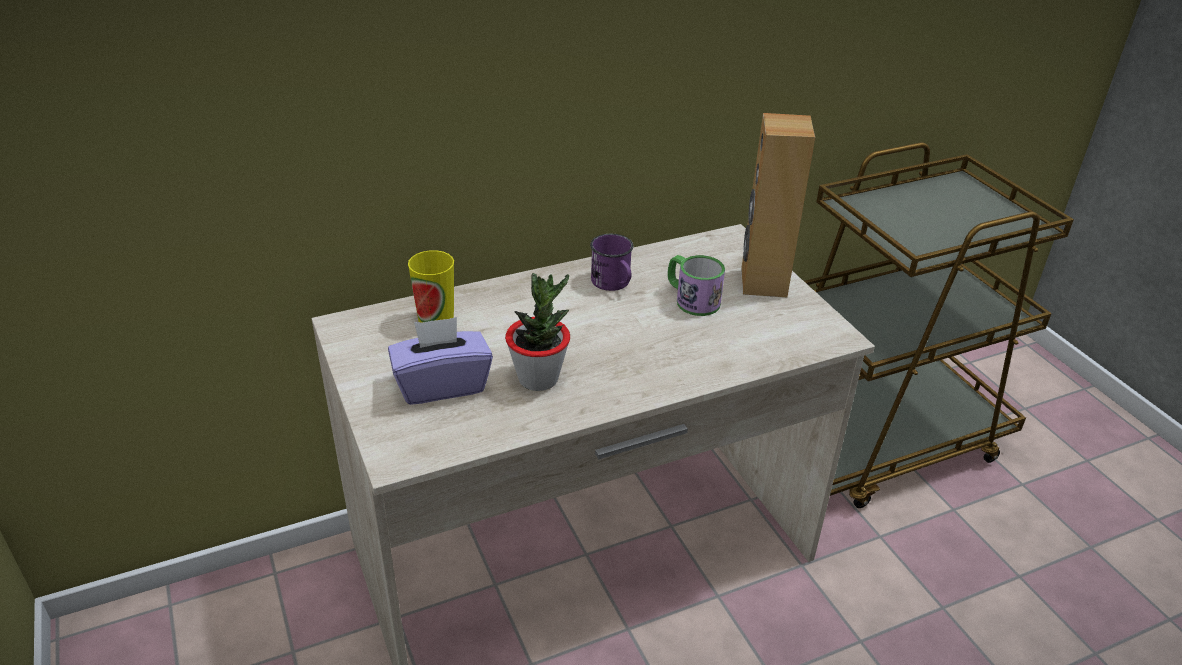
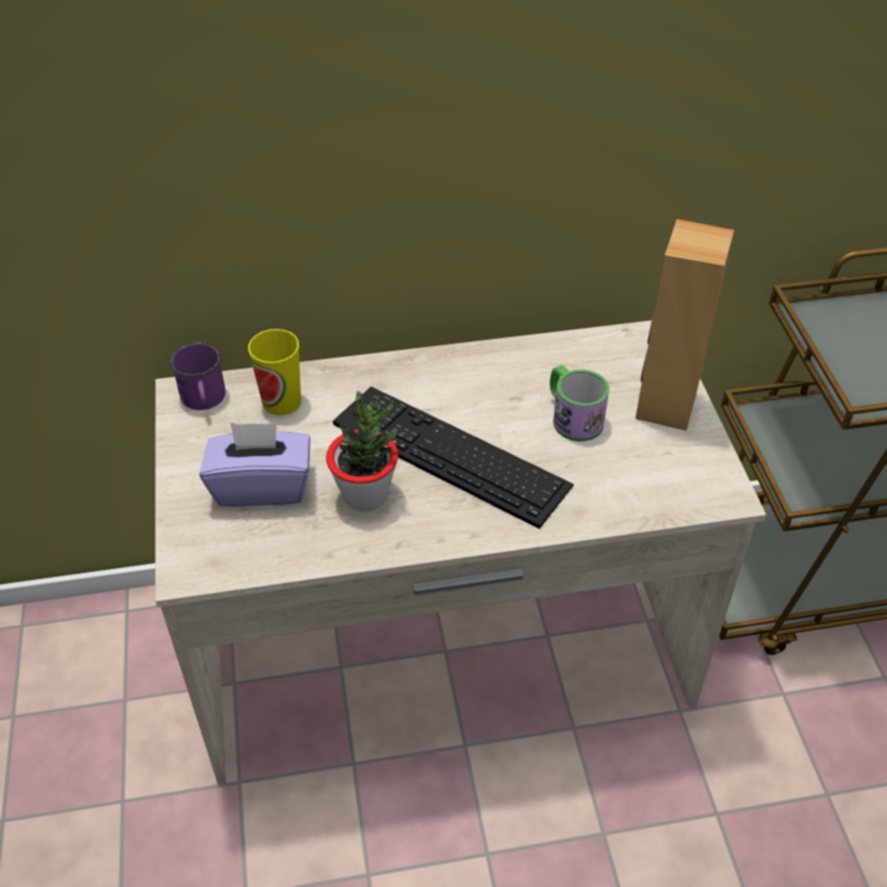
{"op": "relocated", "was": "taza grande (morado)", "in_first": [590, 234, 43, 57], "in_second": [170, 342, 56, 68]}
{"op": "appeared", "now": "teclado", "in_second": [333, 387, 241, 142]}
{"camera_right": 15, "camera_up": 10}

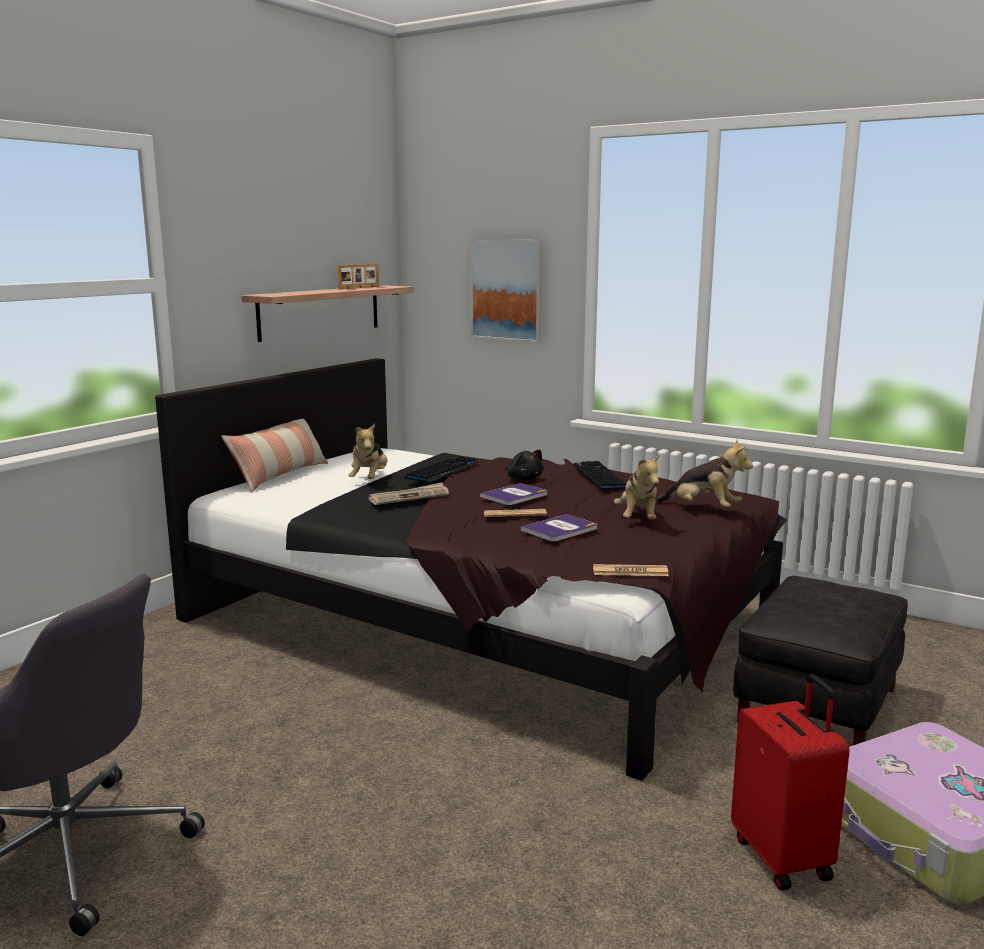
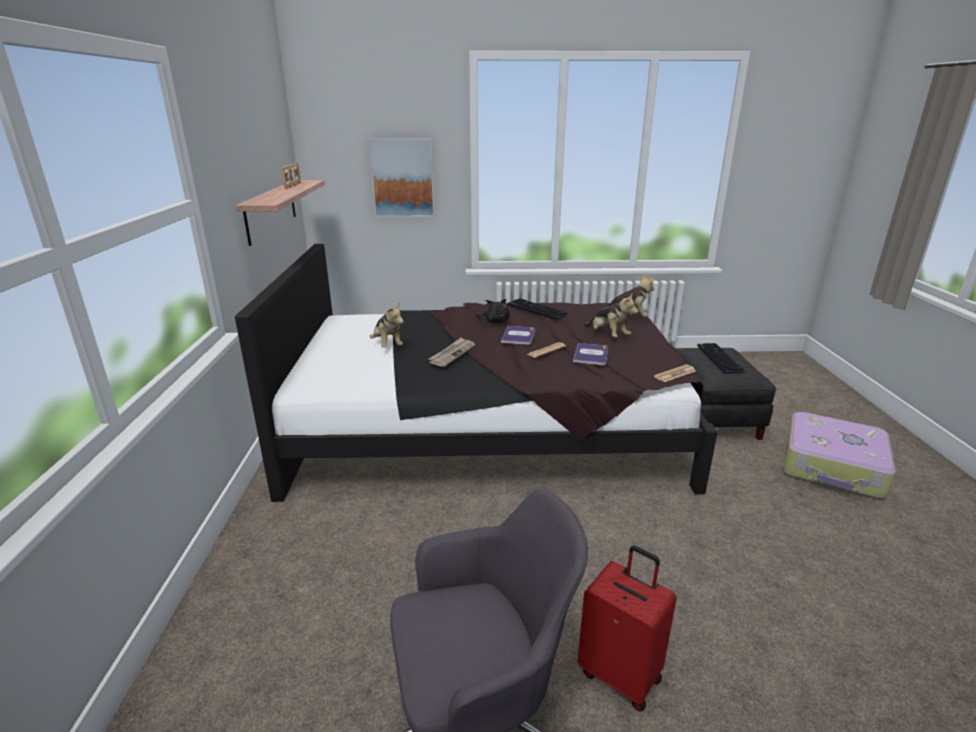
{"op": "missing", "was": "cojín", "in_first": [221, 419, 107, 74]}
{"op": "relocated", "was": "teclado", "in_first": [404, 456, 75, 26], "in_second": [697, 343, 50, 30]}
{"op": "relocated", "was": "maleta (rojo)", "in_first": [731, 674, 119, 216], "in_second": [578, 545, 99, 167]}
{"camera_right": -35, "camera_up": 10}

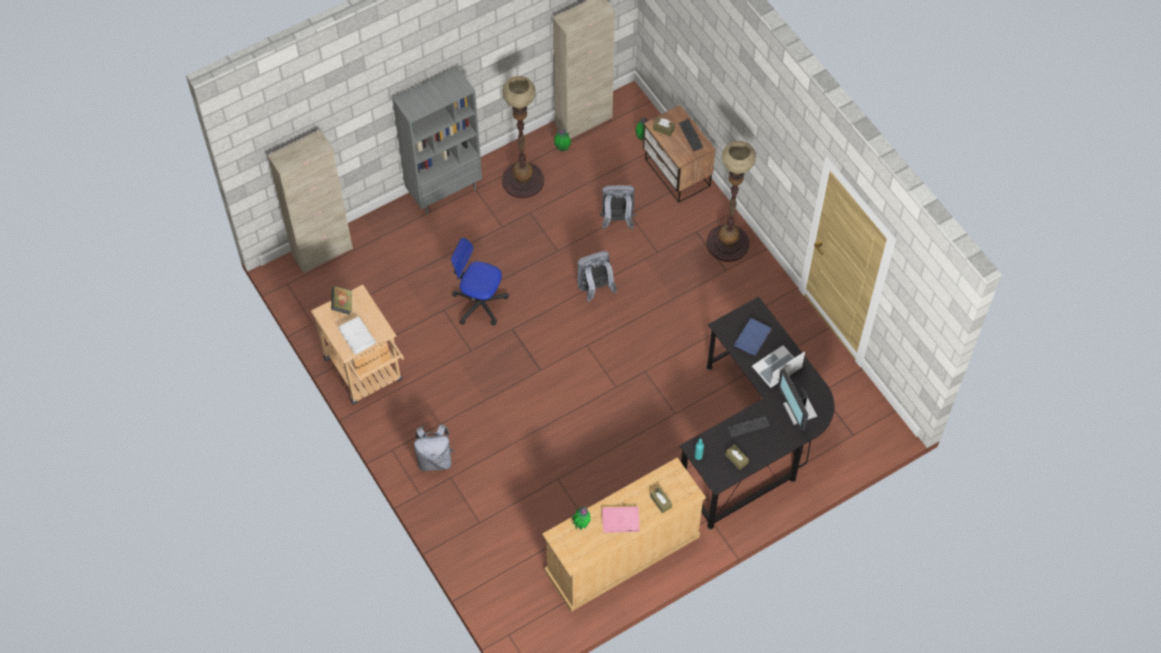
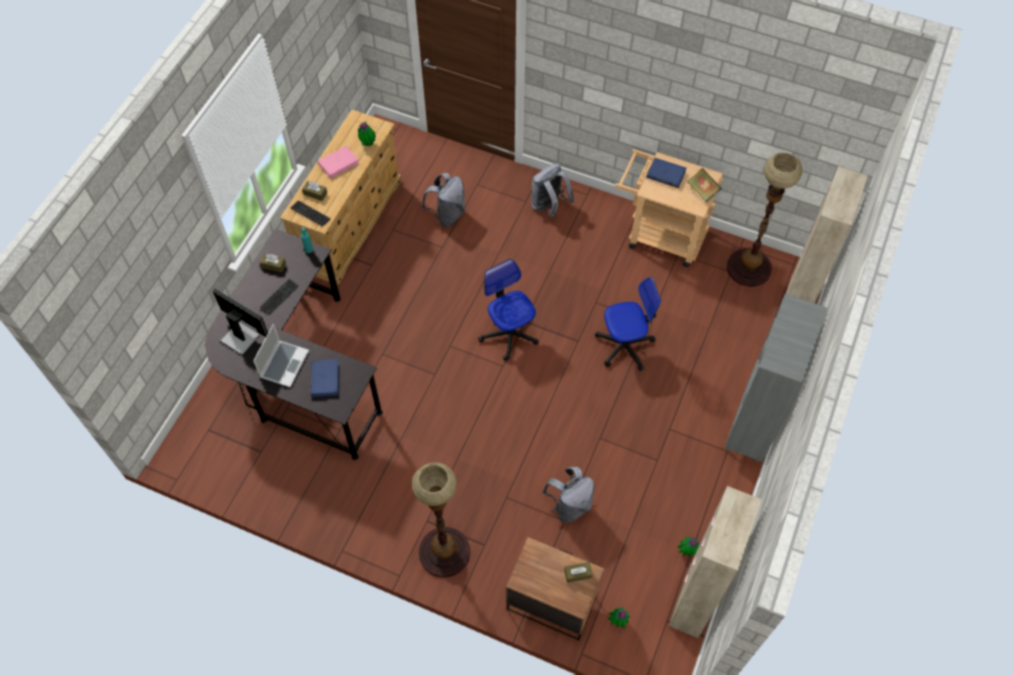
{"op": "colour", "was": "libro (blanco)", "now": "libro (azul)", "in_first": [339, 316, 37, 39], "in_second": [646, 158, 41, 30]}
{"op": "relocated", "was": "lámpara de pie", "in_first": [502, 76, 42, 122], "in_second": [727, 152, 76, 135]}
{"op": "relocated", "was": "mochila (gris)", "in_first": [577, 251, 41, 51], "in_second": [422, 173, 44, 54]}
{"op": "relocated", "was": "teclado", "in_first": [679, 119, 24, 33], "in_second": [291, 200, 40, 27]}
{"op": "appeared", "now": "silla de oficina", "in_second": [478, 259, 61, 102]}
{"camera_right": 145, "camera_up": 0}

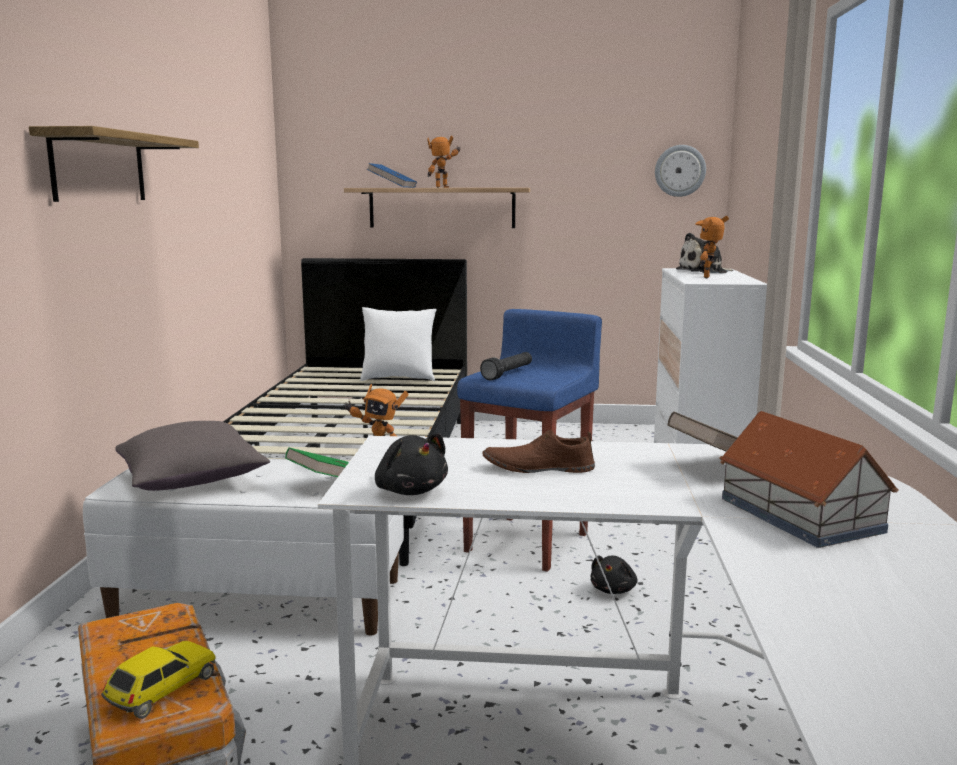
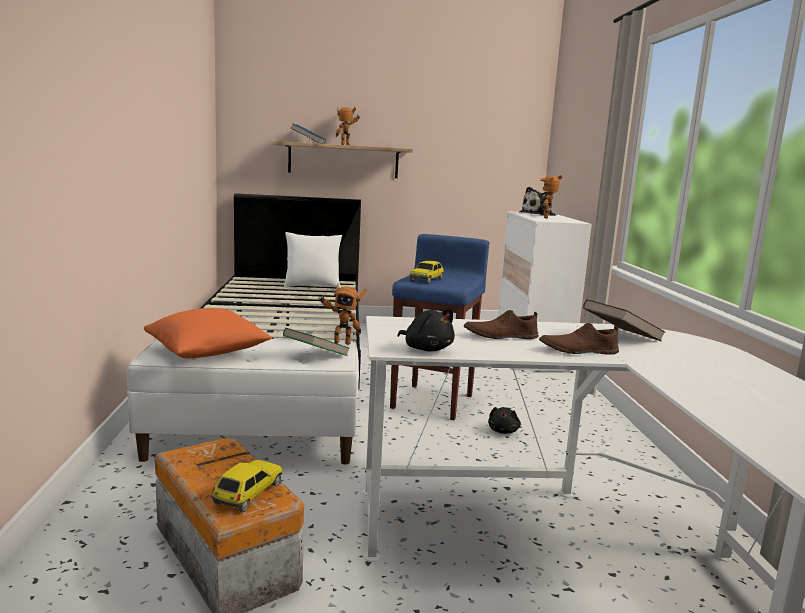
{"op": "missing", "was": "estante", "in_first": [29, 126, 170, 76]}
{"op": "colour", "was": "cojín (gris)", "now": "cojín (naranja)", "in_first": [115, 421, 155, 70], "in_second": [144, 308, 128, 50]}
{"op": "exchanged", "was": "linterna (negro)", "now": "coche de juguete", "in_first": [480, 352, 52, 28], "in_second": [410, 261, 34, 23]}
{"op": "missing", "was": "reloj de pared", "in_first": [655, 145, 51, 52]}
{"op": "missing", "was": "casita", "in_first": [720, 411, 178, 137]}
{"op": "appeared", "now": "zapato (marrón)", "in_second": [539, 323, 80, 32]}
{"camera_right": -10, "camera_up": 0}

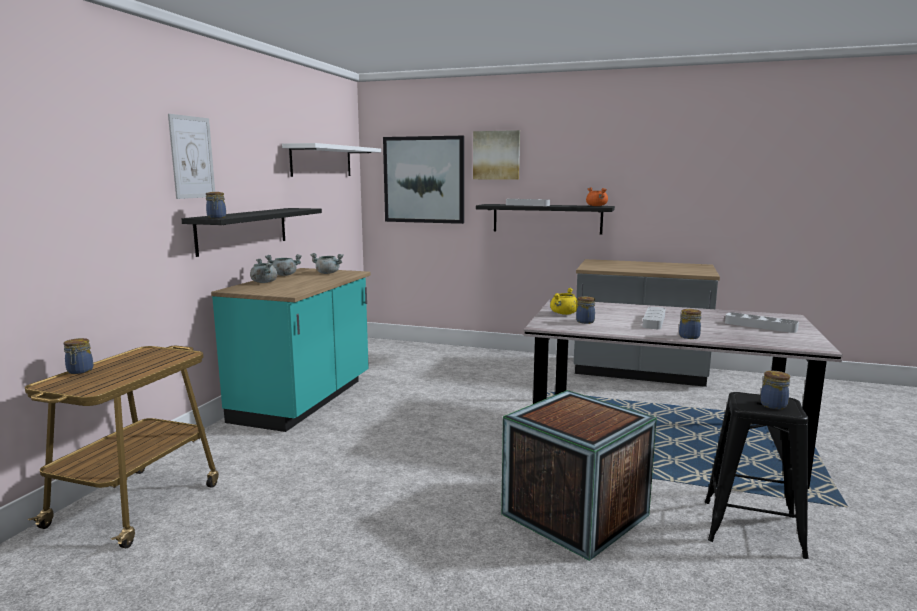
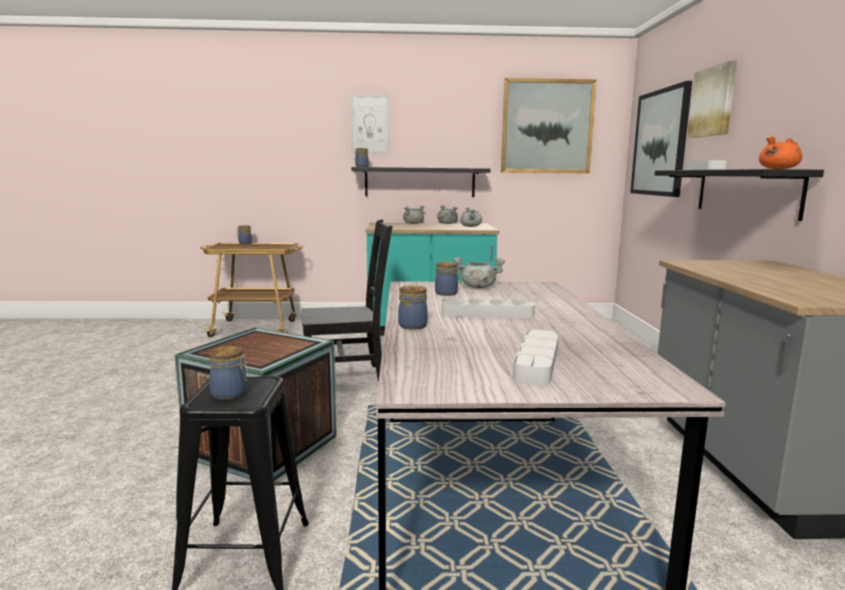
{"op": "exchanged", "was": "estante (blanco)", "now": "cuadro", "in_first": [282, 143, 99, 34], "in_second": [501, 78, 96, 95]}
{"op": "colour", "was": "olla (amarillo)", "now": "olla (gris)", "in_first": [550, 288, 28, 27], "in_second": [453, 257, 52, 31]}
{"op": "appeared", "now": "silla (negro)", "in_second": [302, 219, 91, 164]}
{"camera_right": 70, "camera_up": 0}

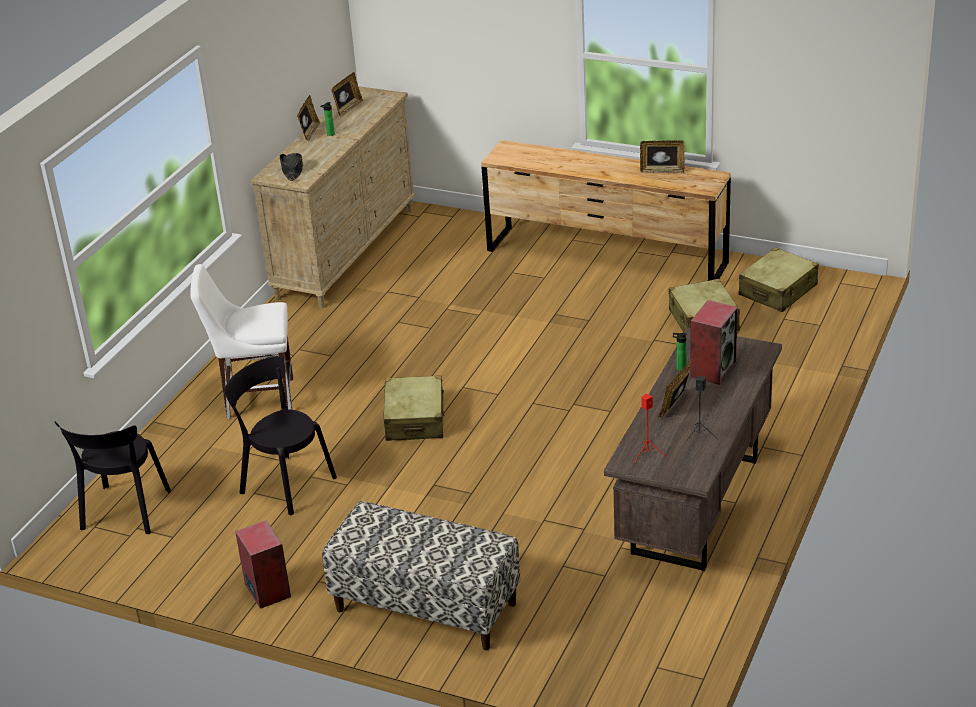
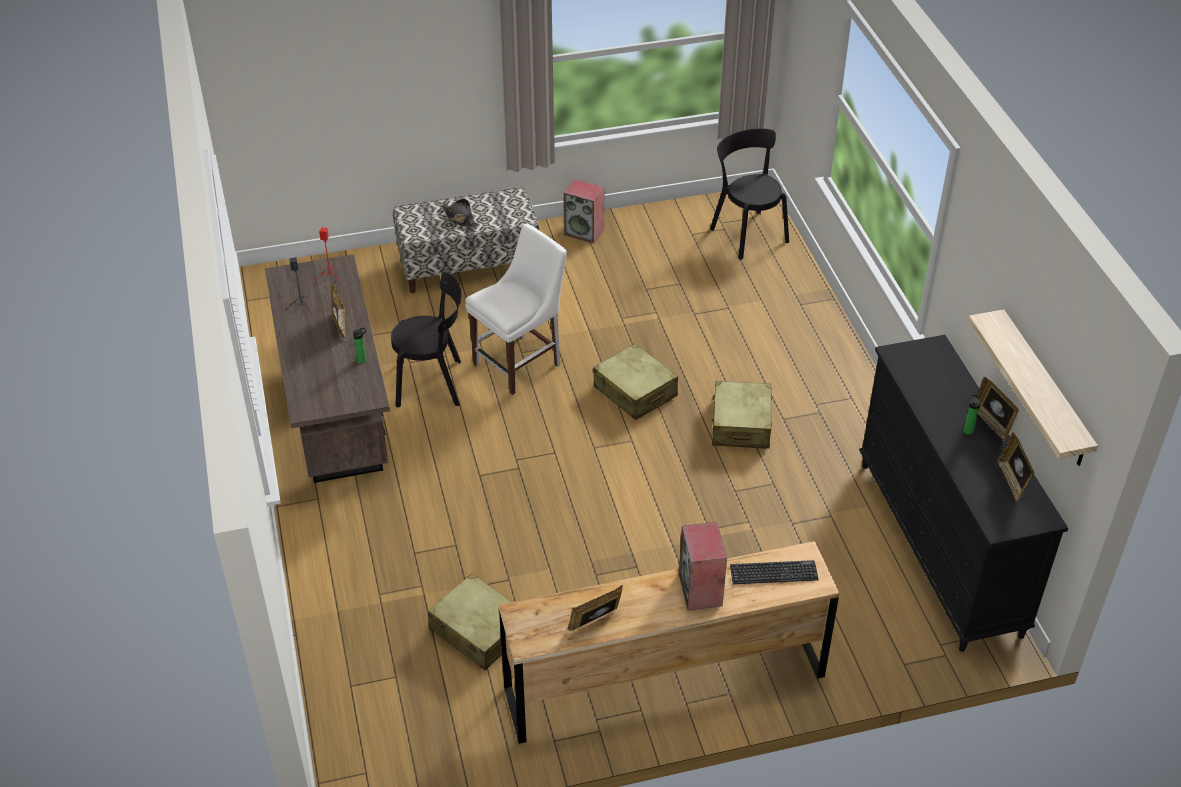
{"op": "relocated", "was": "silla (blanco)", "in_first": [190, 264, 103, 155], "in_second": [465, 224, 102, 171]}
{"op": "relocated", "was": "silla (negro)", "in_first": [224, 356, 113, 159], "in_second": [391, 272, 71, 136]}
{"op": "colour", "was": "cómoda (beis)", "now": "cómoda (negro)", "in_first": [251, 86, 165, 222], "in_second": [859, 335, 209, 317]}
{"op": "relocated", "was": "sombrero (negro)", "in_first": [279, 153, 24, 28], "in_second": [441, 199, 38, 28]}
{"op": "relocated", "was": "altavoz", "in_first": [690, 300, 48, 85], "in_second": [679, 522, 48, 88]}
{"op": "relocated", "was": "maleta (beis)", "in_first": [739, 247, 79, 65], "in_second": [711, 381, 61, 68]}
{"op": "appeared", "now": "teclado", "in_second": [730, 560, 89, 24]}
{"op": "appeared", "now": "estante", "in_second": [968, 309, 130, 157]}
{"camera_right": 140, "camera_up": 10}

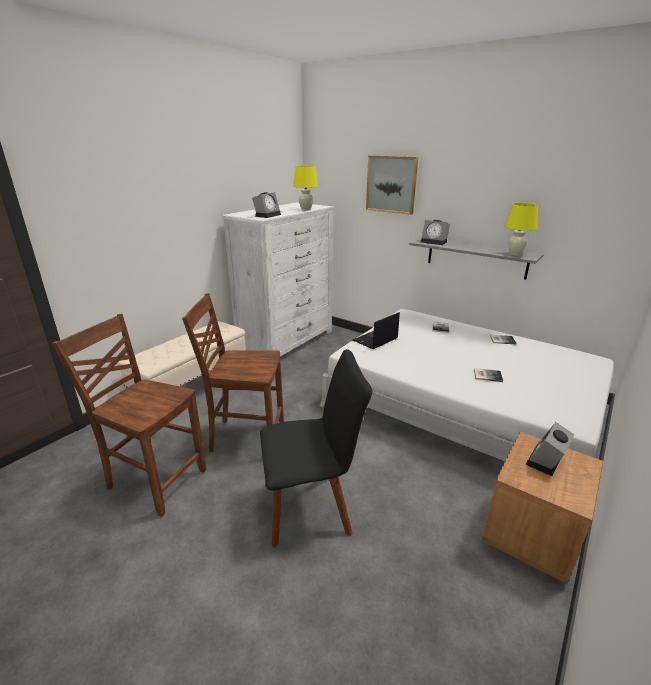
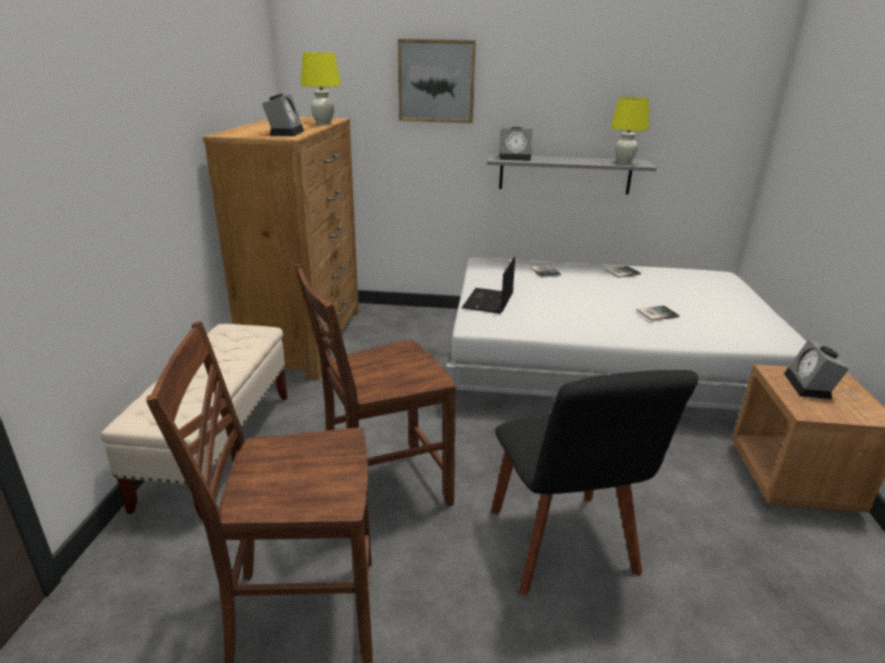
{"op": "colour", "was": "cómoda (blanco)", "now": "cómoda (marrón)", "in_first": [222, 203, 112, 153], "in_second": [202, 117, 157, 263]}
{"op": "spun", "was": "silla (negro)", "in_first": [260, 349, 112, 199], "in_second": [491, 370, 207, 226], "clockwise": 120}
{"camera_right": -30, "camera_up": 0}

